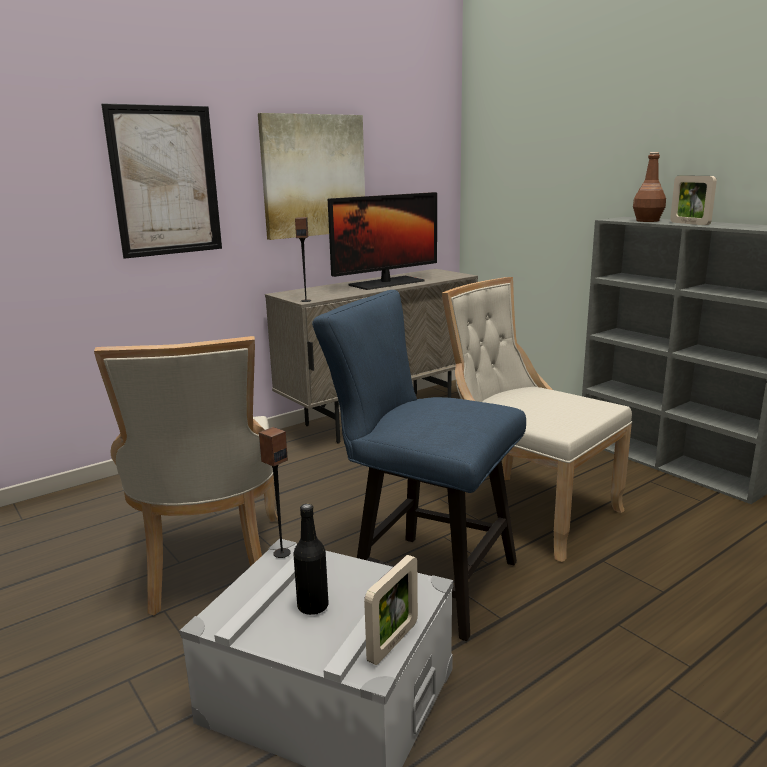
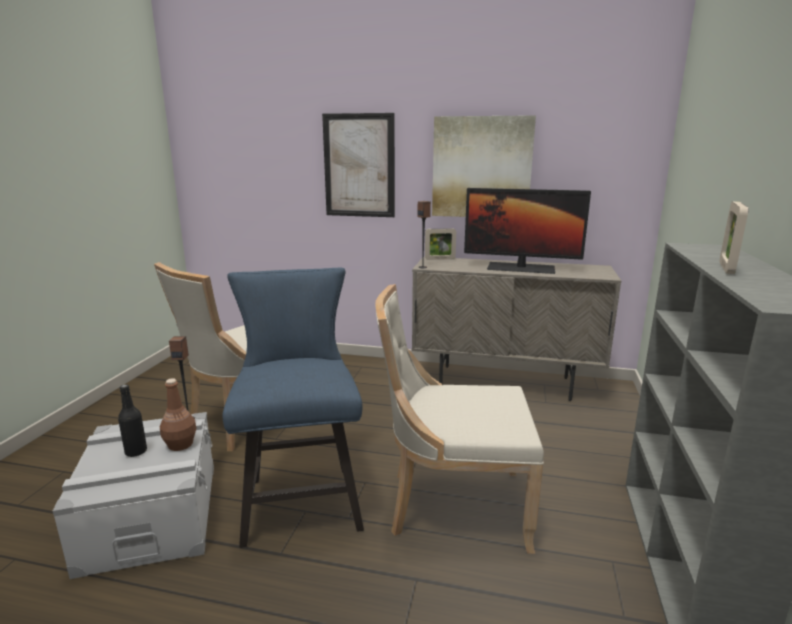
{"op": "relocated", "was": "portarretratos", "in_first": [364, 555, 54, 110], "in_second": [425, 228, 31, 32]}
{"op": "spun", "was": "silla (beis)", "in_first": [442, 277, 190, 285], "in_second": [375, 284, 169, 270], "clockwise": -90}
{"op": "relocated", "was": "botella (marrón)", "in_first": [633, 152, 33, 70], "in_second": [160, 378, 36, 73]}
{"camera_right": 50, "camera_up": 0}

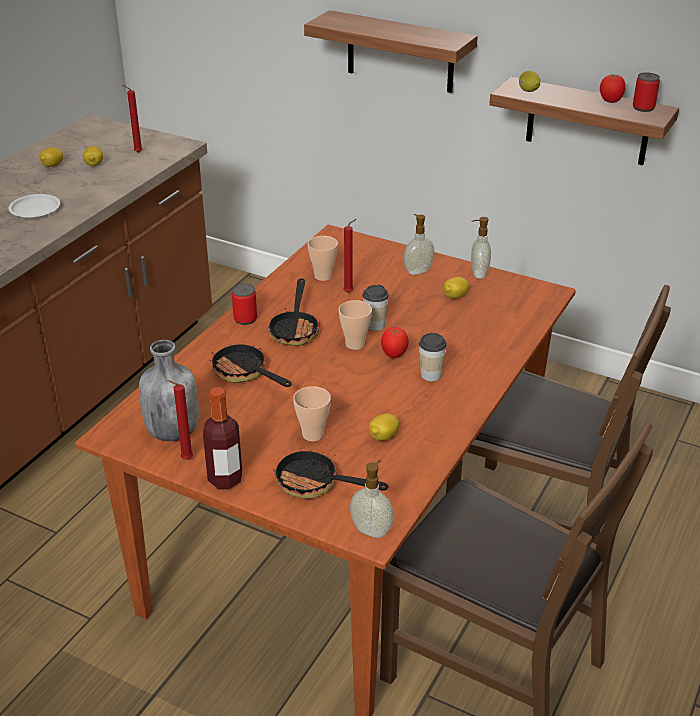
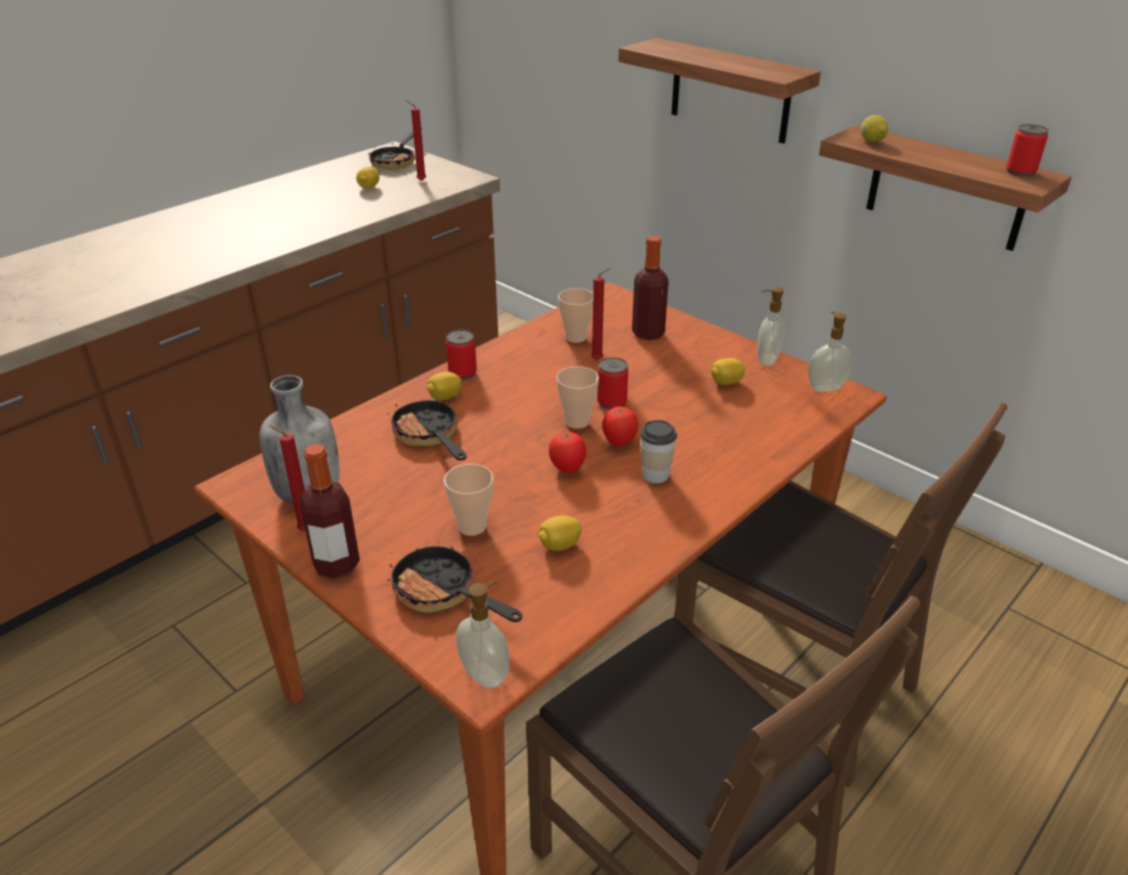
{"op": "missing", "was": "plato (blanco)", "in_first": [8, 194, 52, 24]}
{"op": "relocated", "was": "limón", "in_first": [40, 147, 23, 20], "in_second": [427, 372, 35, 28]}
{"op": "relocated", "was": "sartén", "in_first": [268, 278, 52, 68], "in_second": [368, 127, 54, 43]}
{"op": "exchanged", "was": "taza", "now": "lata", "in_first": [362, 285, 27, 46], "in_second": [597, 357, 31, 53]}
{"op": "relocated", "was": "dispensador de jabón", "in_first": [404, 214, 30, 61], "in_second": [808, 312, 45, 80]}
{"op": "relocated", "was": "tomate", "in_first": [600, 74, 26, 29], "in_second": [549, 431, 37, 42]}
{"op": "appeared", "now": "botella", "in_second": [632, 236, 37, 105]}
{"camera_right": 15, "camera_up": 0}

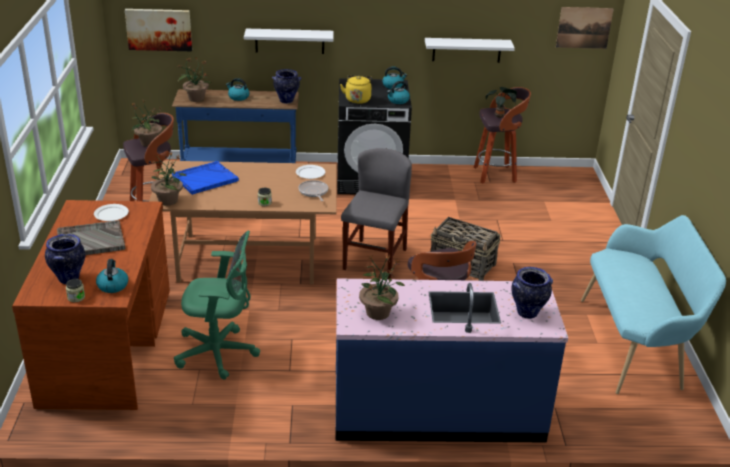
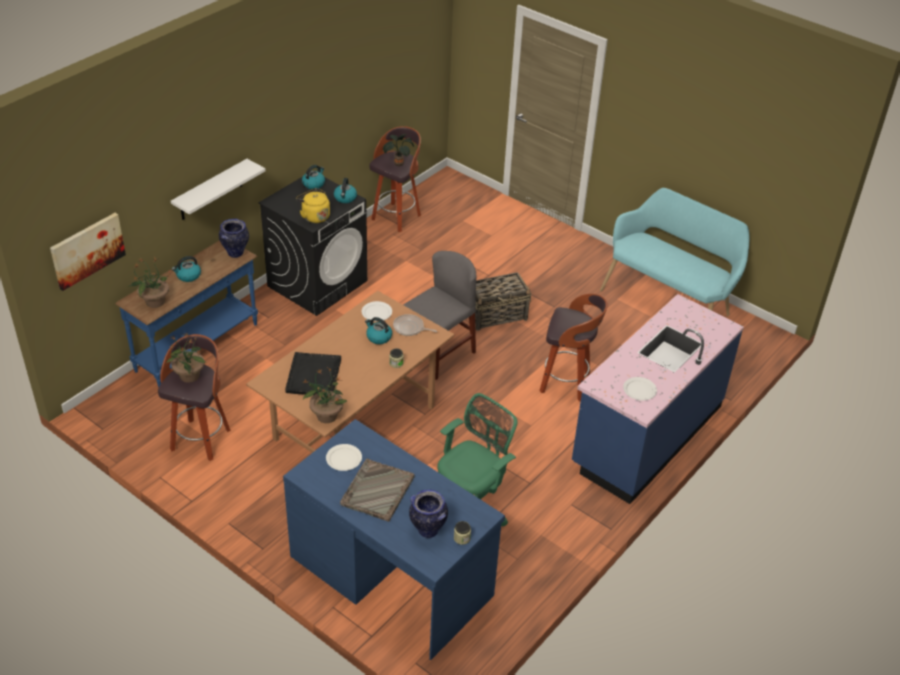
{"op": "colour", "was": "escritorio (marrón)", "now": "escritorio (azul)", "in_first": [12, 200, 158, 210], "in_second": [283, 419, 222, 241]}
{"op": "relocated", "was": "hervidor", "in_first": [96, 259, 32, 34], "in_second": [365, 317, 27, 27]}
{"op": "colour", "was": "bandeja (azul)", "now": "bandeja (negro)", "in_first": [172, 161, 67, 34], "in_second": [285, 352, 56, 43]}
{"op": "spun", "was": "silla (gris)", "in_first": [341, 148, 71, 131], "in_second": [403, 251, 73, 129], "clockwise": 75}
{"op": "exchanged", "was": "planta en maceta", "now": "plato (blanco)", "in_first": [359, 255, 46, 65], "in_second": [623, 377, 34, 24]}
{"op": "missing", "was": "estante (blanco)", "in_first": [425, 38, 90, 25]}
{"op": "missing", "was": "florero", "in_first": [511, 267, 42, 52]}
{"op": "missing", "was": "cuadro", "in_first": [556, 7, 58, 42]}
{"camera_right": -50, "camera_up": 10}

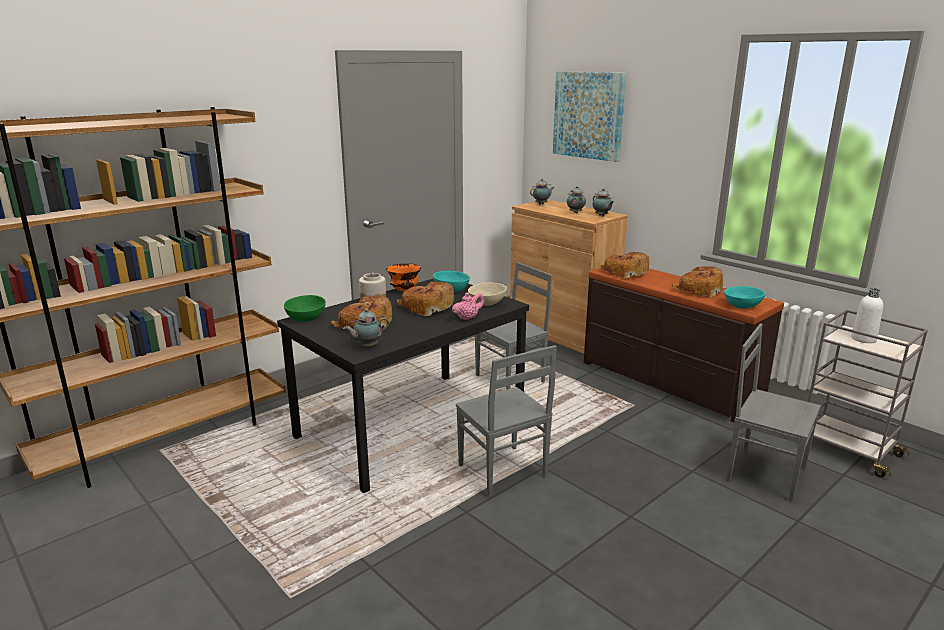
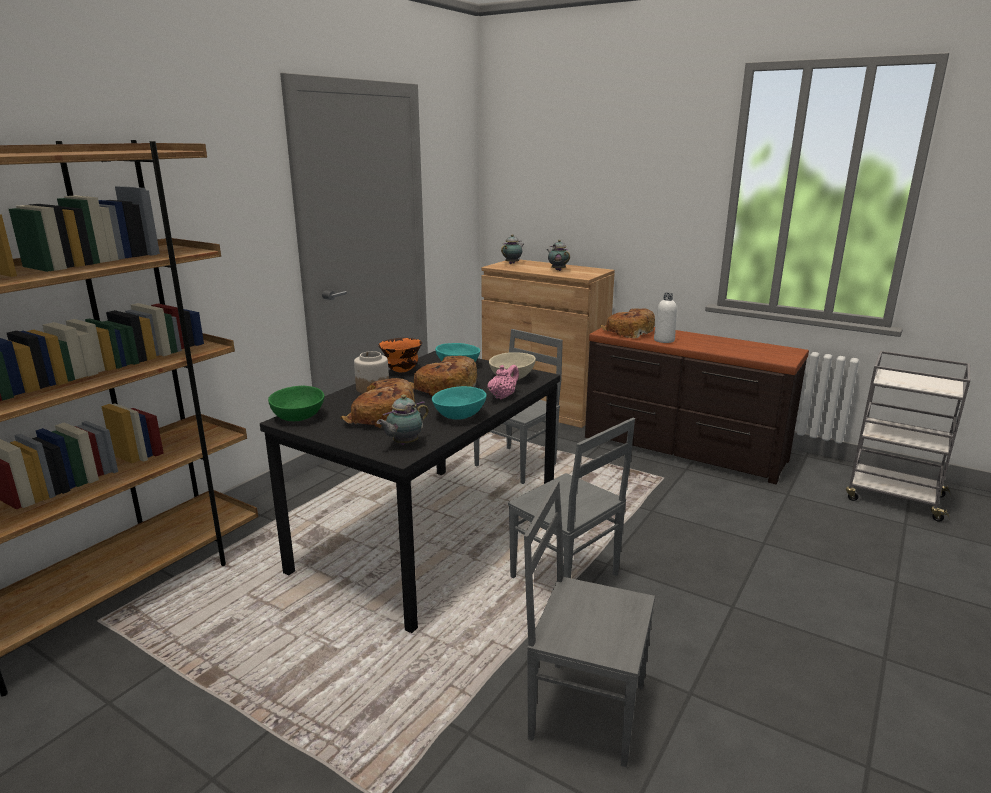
{"op": "missing", "was": "cuadro", "in_first": [553, 71, 73, 91]}
{"op": "missing", "was": "tetera", "in_first": [593, 189, 21, 27]}
{"op": "missing", "was": "pan", "in_first": [672, 266, 51, 31]}
{"op": "relocated", "was": "cuenco (turquesa)", "in_first": [724, 286, 42, 23], "in_second": [432, 386, 55, 33]}
{"op": "relocated", "was": "silla (gris)", "in_first": [727, 323, 94, 179], "in_second": [524, 480, 131, 287]}
{"op": "relocated", "was": "botella (blanco)", "in_first": [851, 288, 32, 55], "in_second": [654, 293, 23, 50]}
{"camera_right": -15, "camera_up": 0}

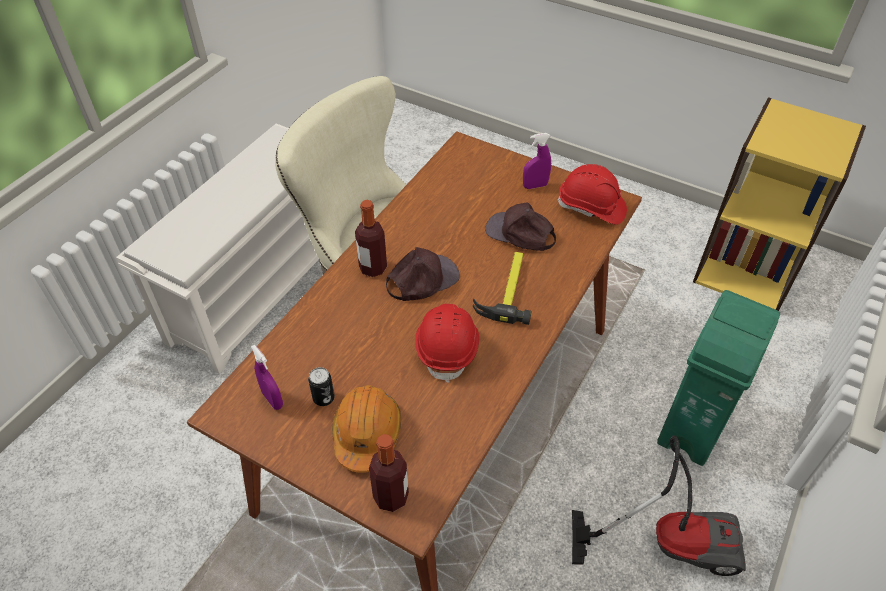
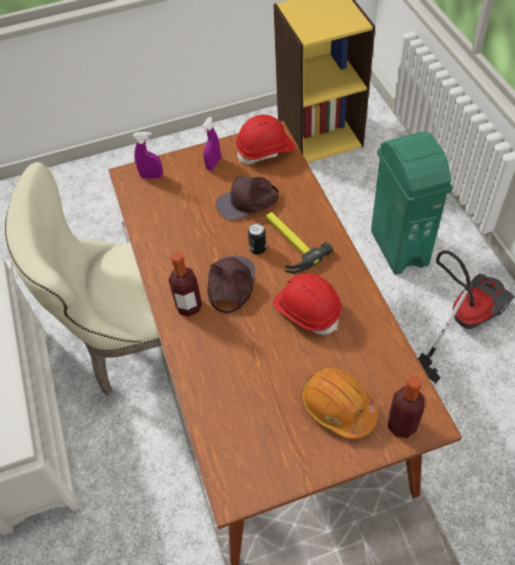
{"op": "relocated", "was": "pulverizador (morado)", "in_first": [251, 345, 32, 65], "in_second": [133, 132, 30, 47]}
{"op": "relocated", "was": "lata", "in_first": [308, 367, 27, 39], "in_second": [248, 223, 19, 32]}
{"camera_right": -45, "camera_up": 5}

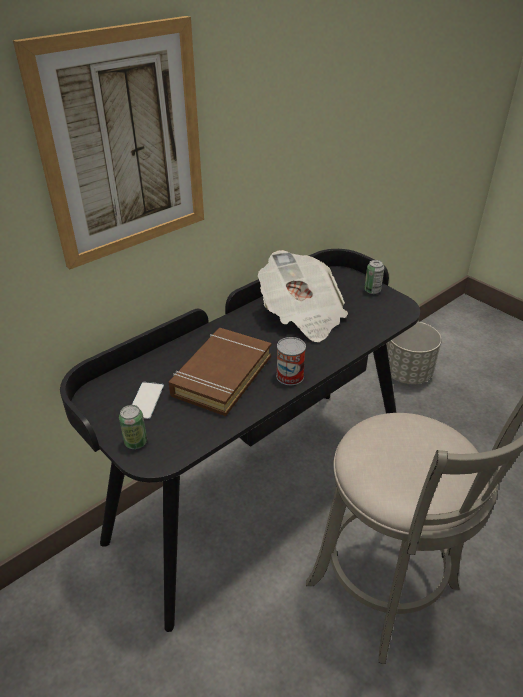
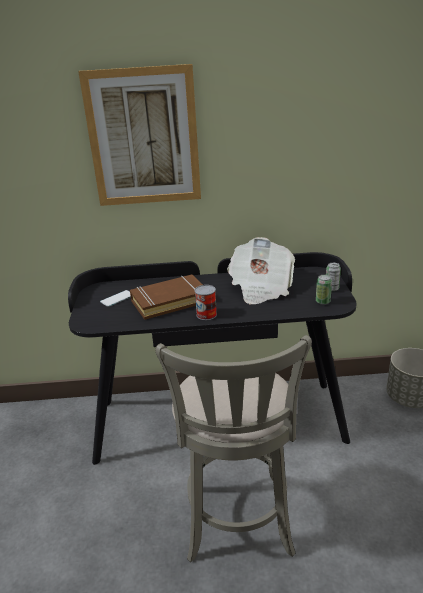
{"op": "relocated", "was": "lata", "in_first": [119, 405, 28, 44], "in_second": [316, 275, 16, 30]}
{"camera_right": 40, "camera_up": -10}

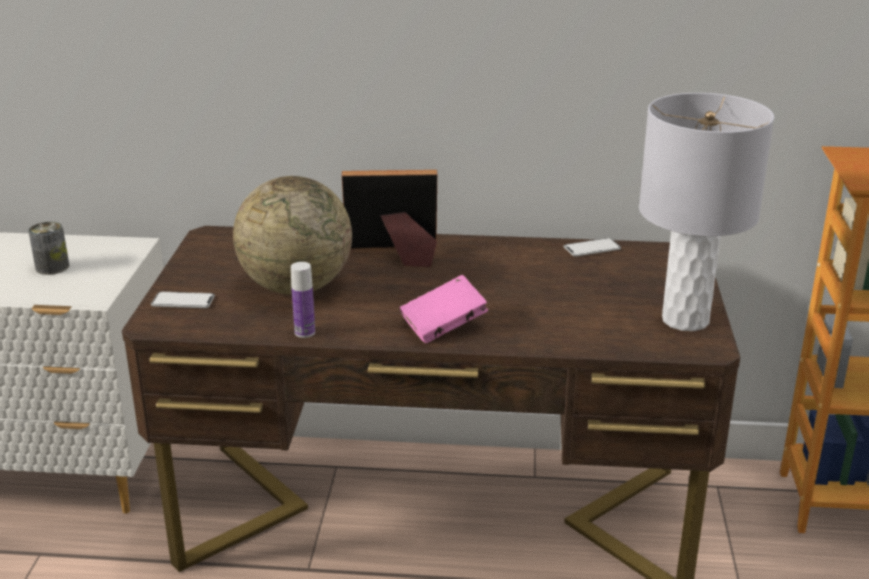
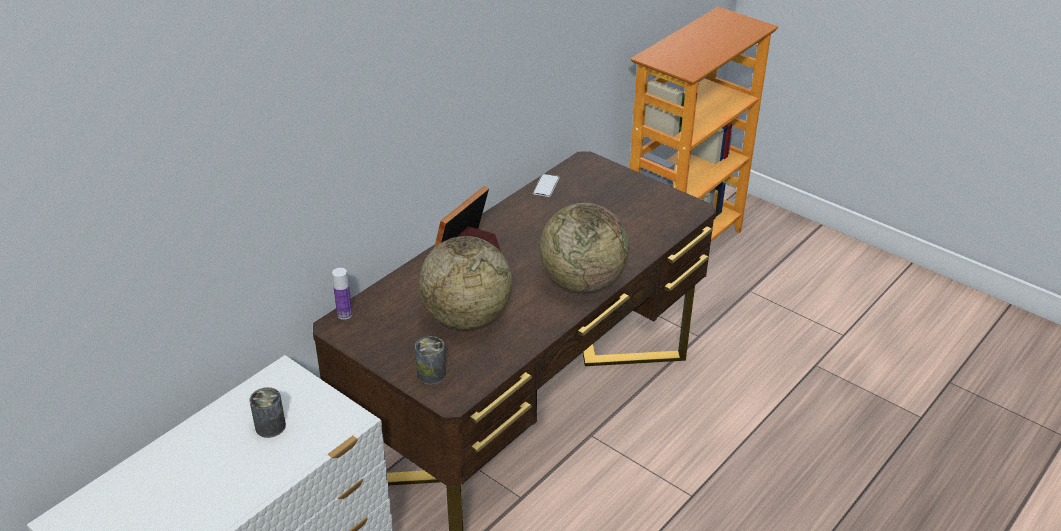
{"op": "exchanged", "was": "móvil", "now": "lata", "in_first": [151, 292, 64, 16], "in_second": [415, 336, 31, 49]}
{"op": "relocated", "was": "botella", "in_first": [291, 262, 24, 76], "in_second": [332, 268, 20, 52]}
{"op": "exchanged", "was": "libro (rosa)", "now": "globo terráqueo", "in_first": [400, 275, 88, 68], "in_second": [540, 203, 89, 90]}
{"op": "missing", "was": "lámpara de mesa (gris)", "in_first": [639, 93, 135, 238]}
{"camera_right": -55, "camera_up": 10}

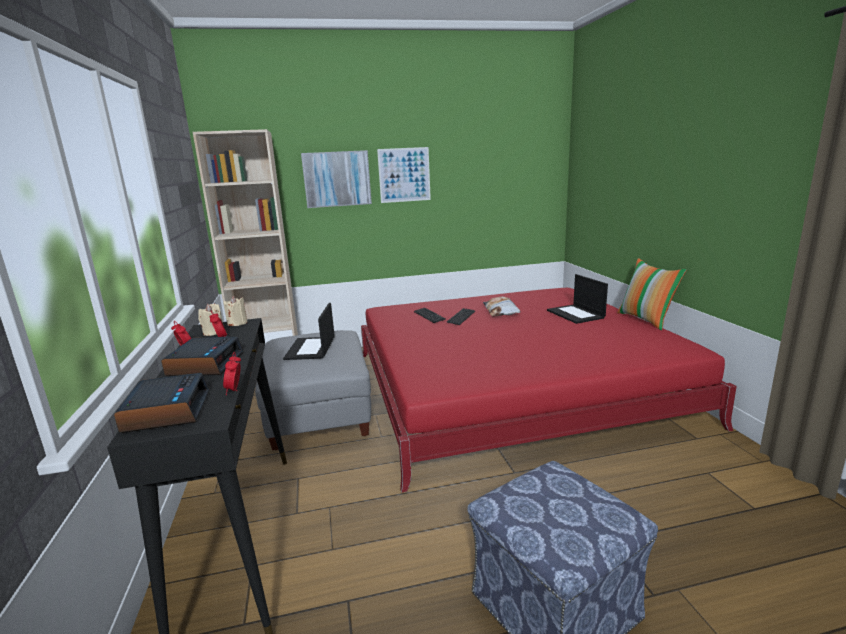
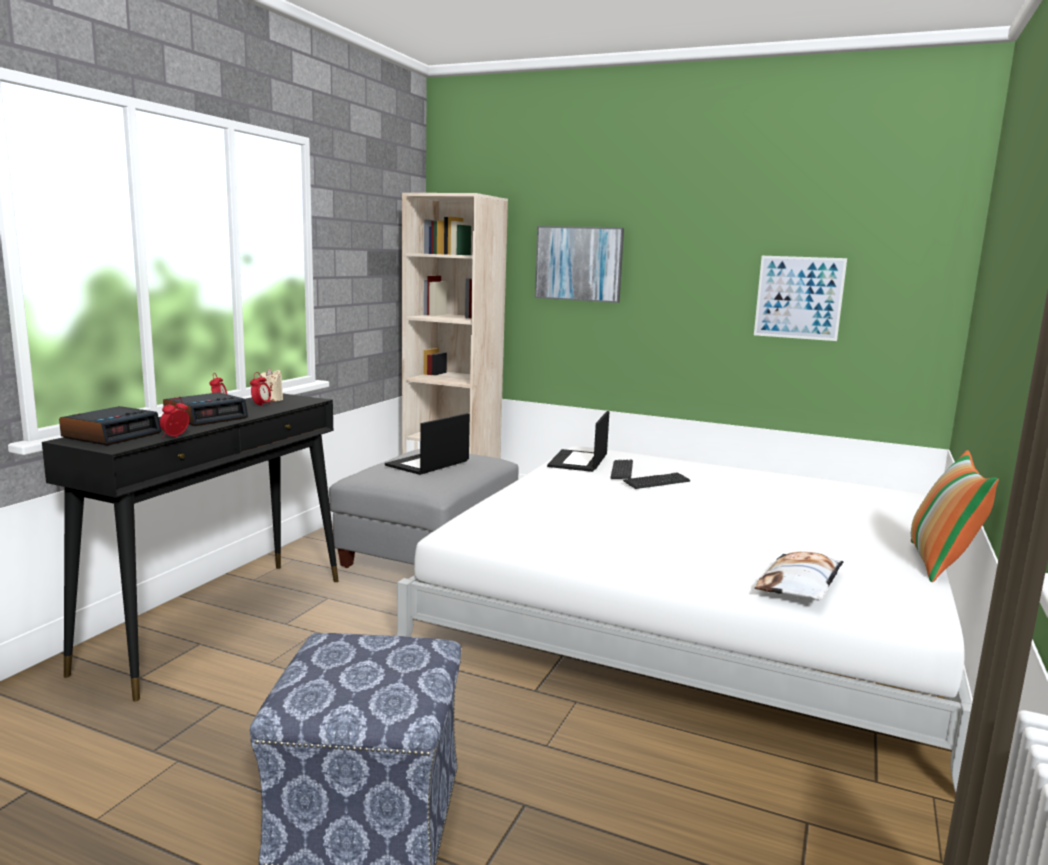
{"op": "missing", "was": "vela (beis)", "in_first": [224, 296, 23, 30]}
{"op": "colour", "was": "cama (rojo)", "now": "cama (blanco)", "in_first": [361, 288, 376, 205], "in_second": [397, 446, 575, 347]}
{"op": "relocated", "was": "cuadro", "in_first": [377, 147, 54, 56], "in_second": [754, 256, 93, 85]}
{"op": "relocated", "was": "cojín", "in_first": [483, 296, 38, 21], "in_second": [755, 551, 88, 49]}
{"op": "relocated", "was": "portátil", "in_first": [547, 274, 61, 50], "in_second": [547, 411, 62, 61]}
{"camera_right": 35, "camera_up": -5}

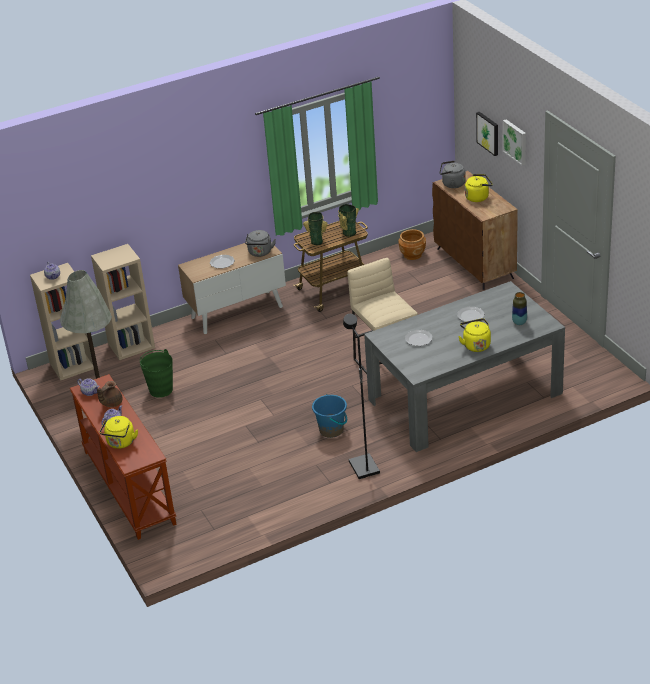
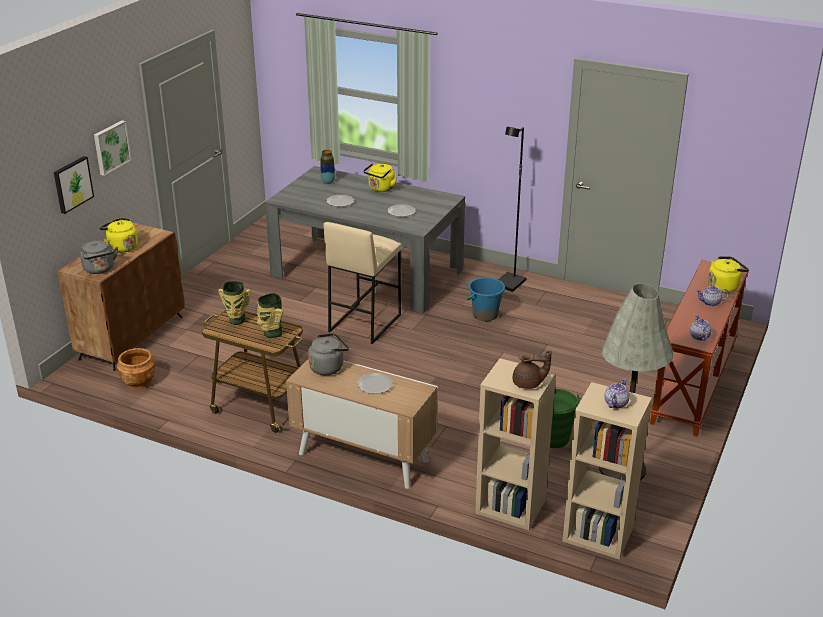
{"op": "relocated", "was": "tetera (marrón)", "in_first": [97, 381, 25, 26], "in_second": [513, 351, 39, 38]}
{"camera_right": -130, "camera_up": -5}

